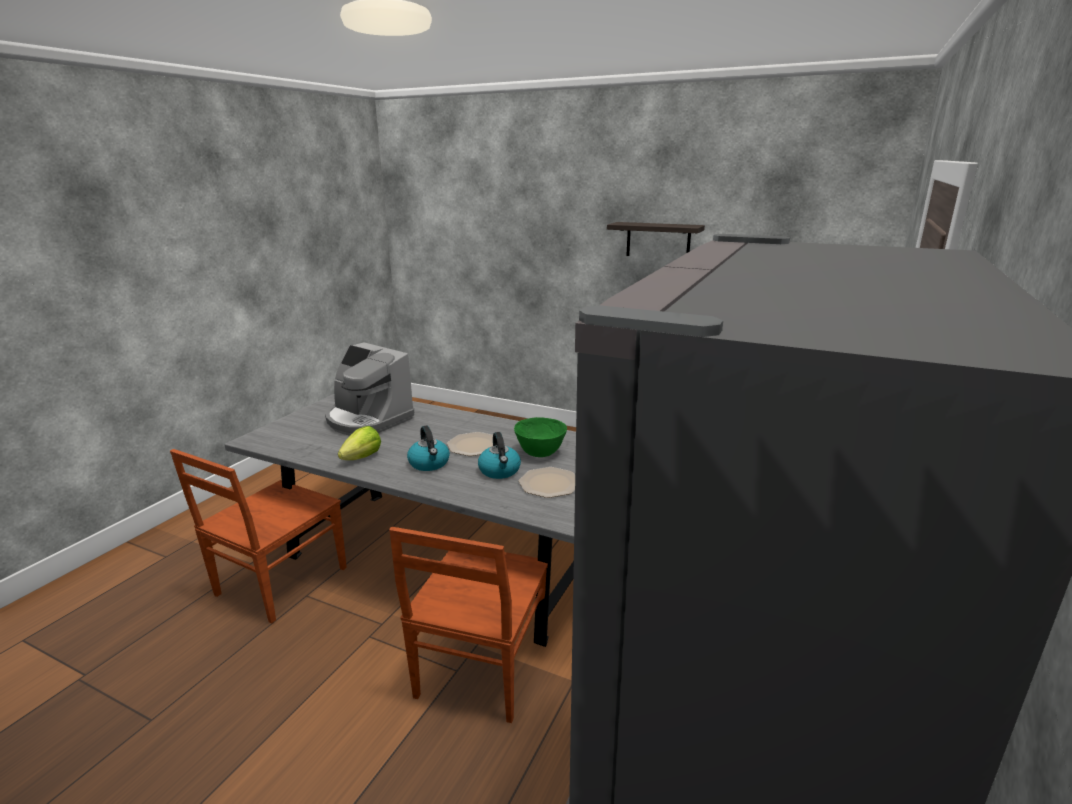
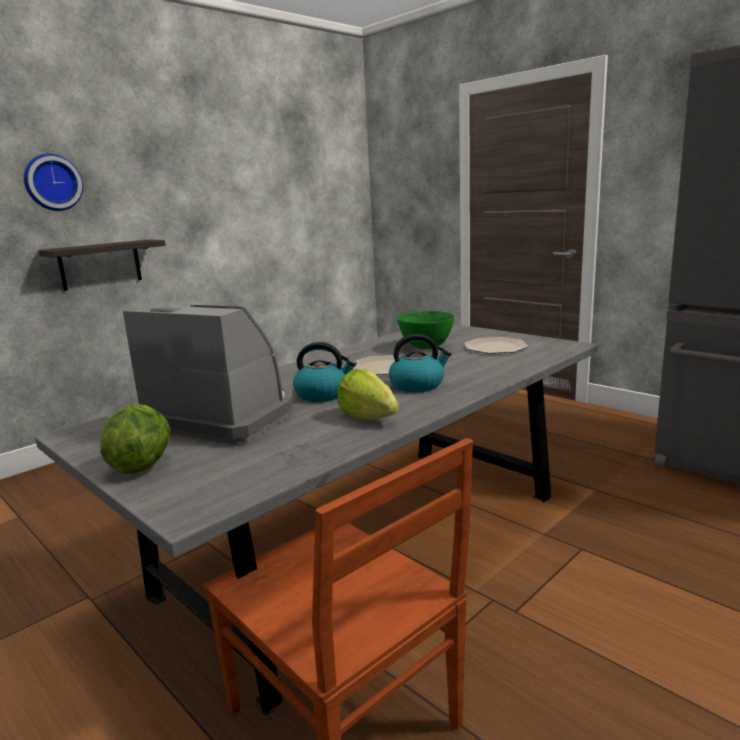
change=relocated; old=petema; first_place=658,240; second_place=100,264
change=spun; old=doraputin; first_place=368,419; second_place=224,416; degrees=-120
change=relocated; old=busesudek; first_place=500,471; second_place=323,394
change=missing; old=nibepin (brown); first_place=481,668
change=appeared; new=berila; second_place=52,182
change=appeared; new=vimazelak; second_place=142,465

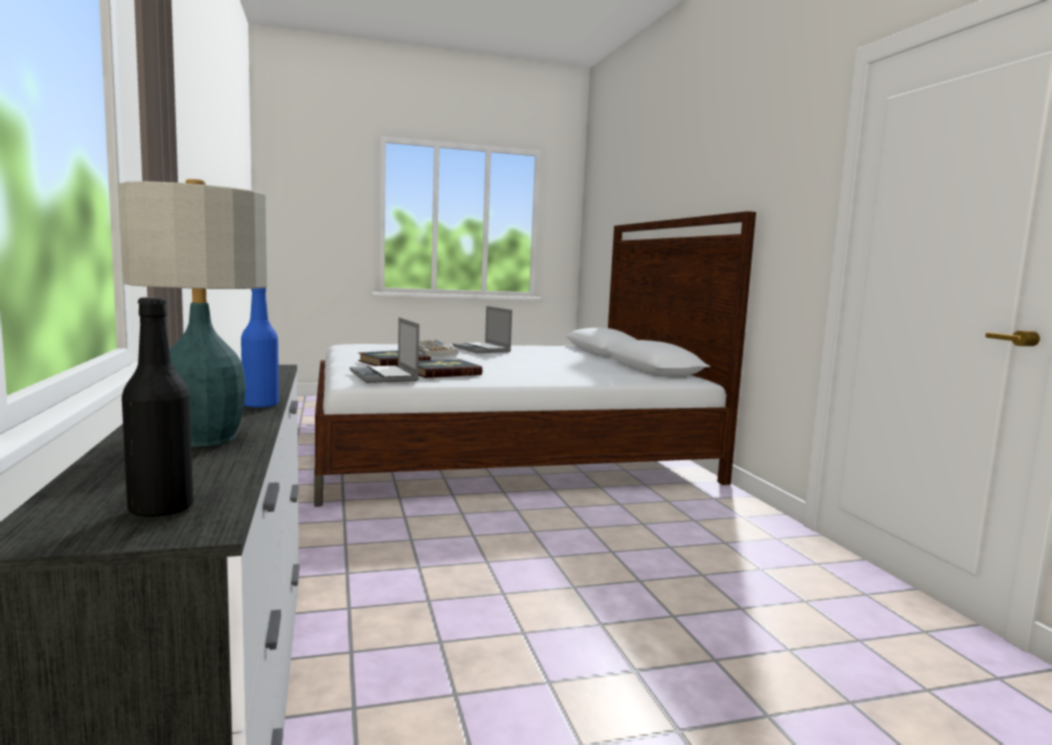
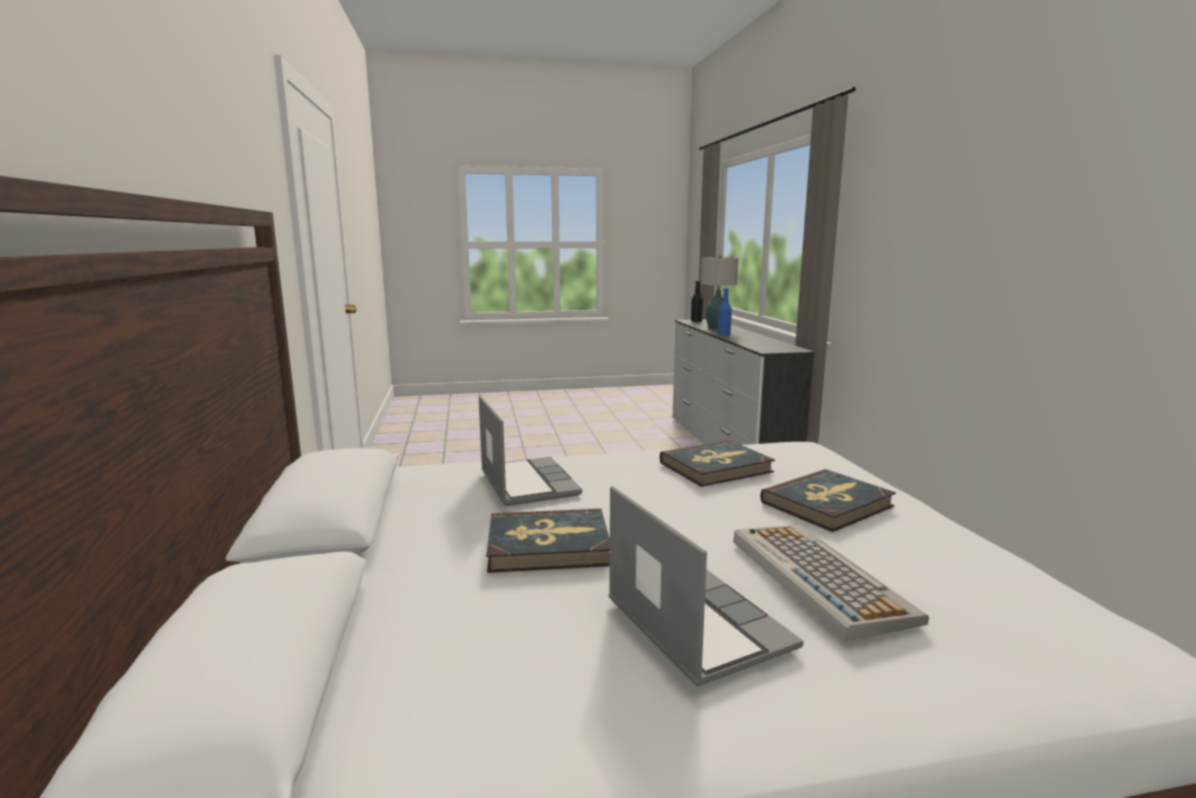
change=relocated; old=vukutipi; first_place=385,376; second_place=526,483
change=appeared; new=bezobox; second_place=548,546

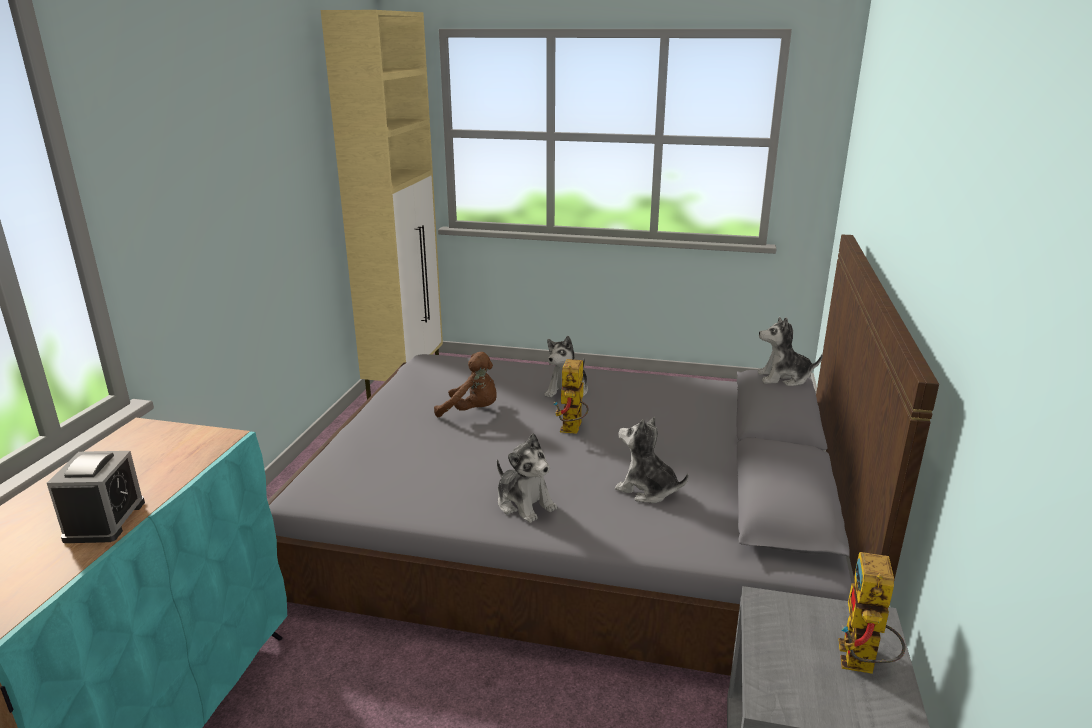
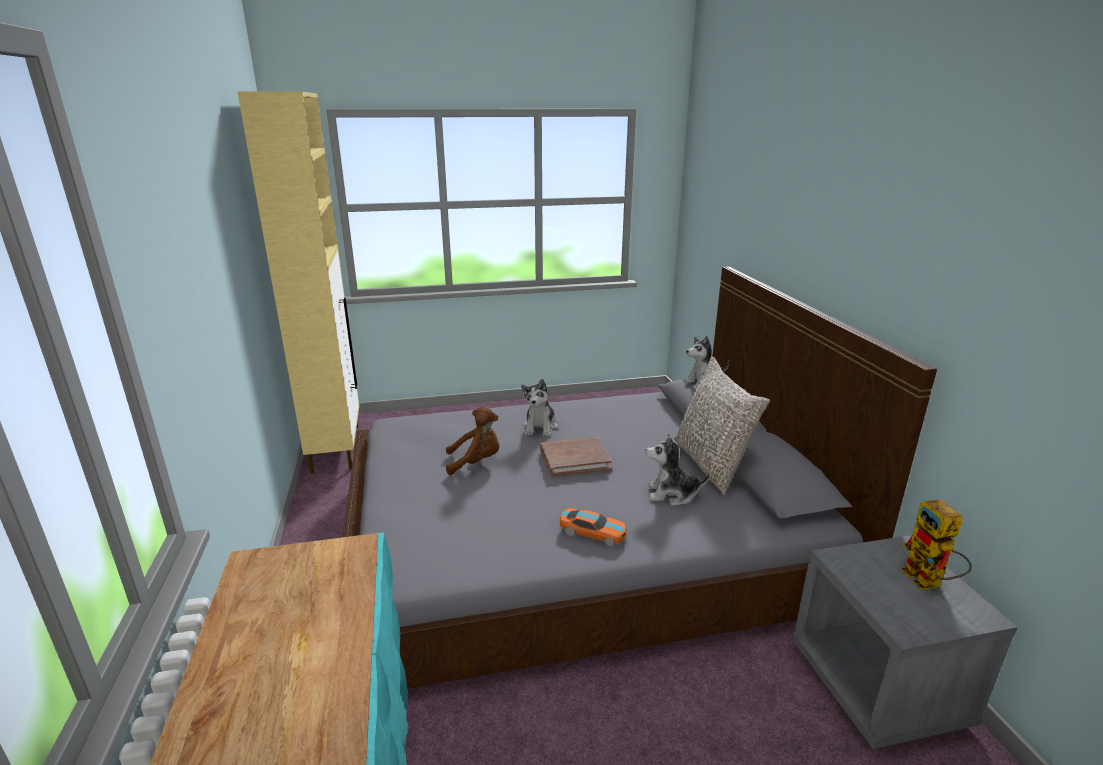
change=exchanged; old=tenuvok; new=bezobox (brown); first_place=572,430; second_place=574,459
change=exchanged; old=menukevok; new=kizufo; first_place=524,504; second_place=593,532
change=missing; old=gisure; first_place=105,520
change=appeared; new=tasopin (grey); second_place=711,464

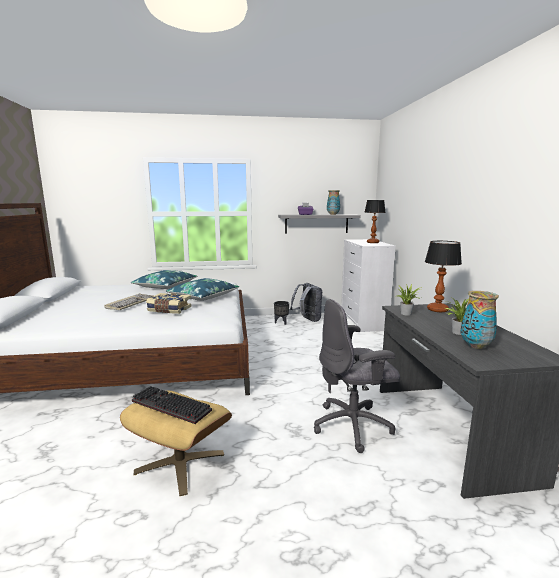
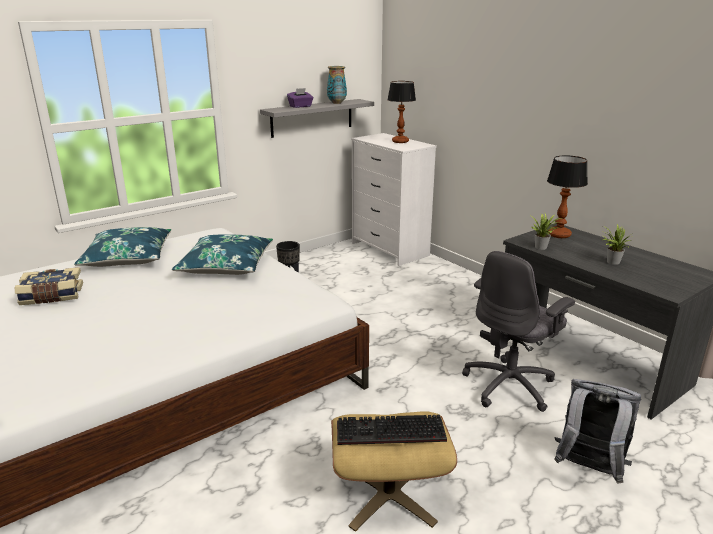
change=relocated; old=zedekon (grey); first_place=307,320; second_place=588,469
change=missing; old=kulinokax; first_place=475,346
change=relocated; old=bezobox; first_place=169,310; second_place=52,296
change=missing; old=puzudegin; first_place=131,303

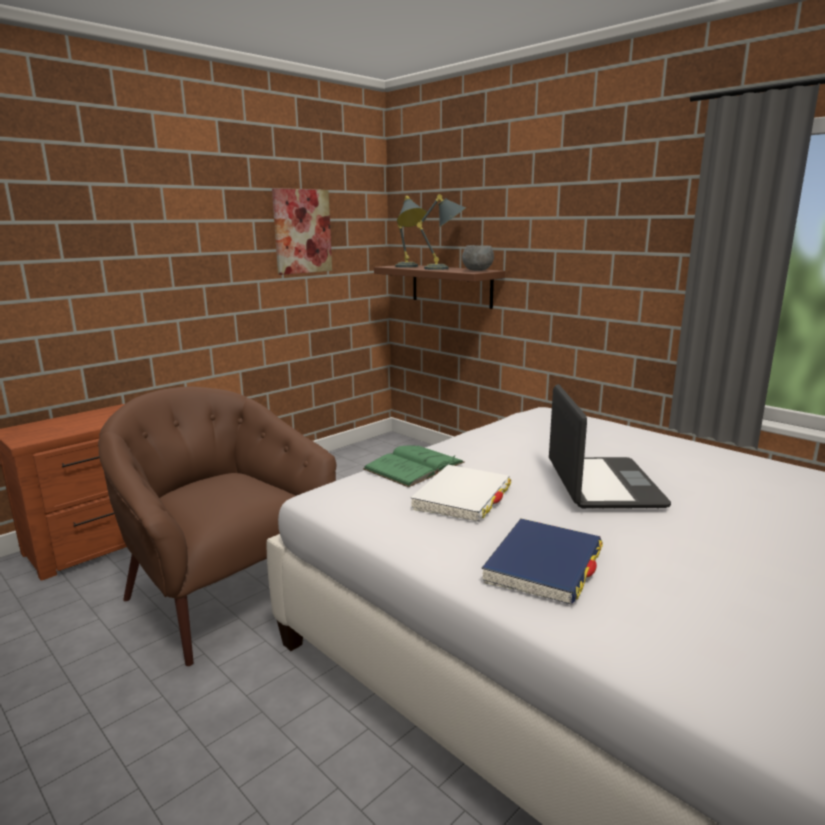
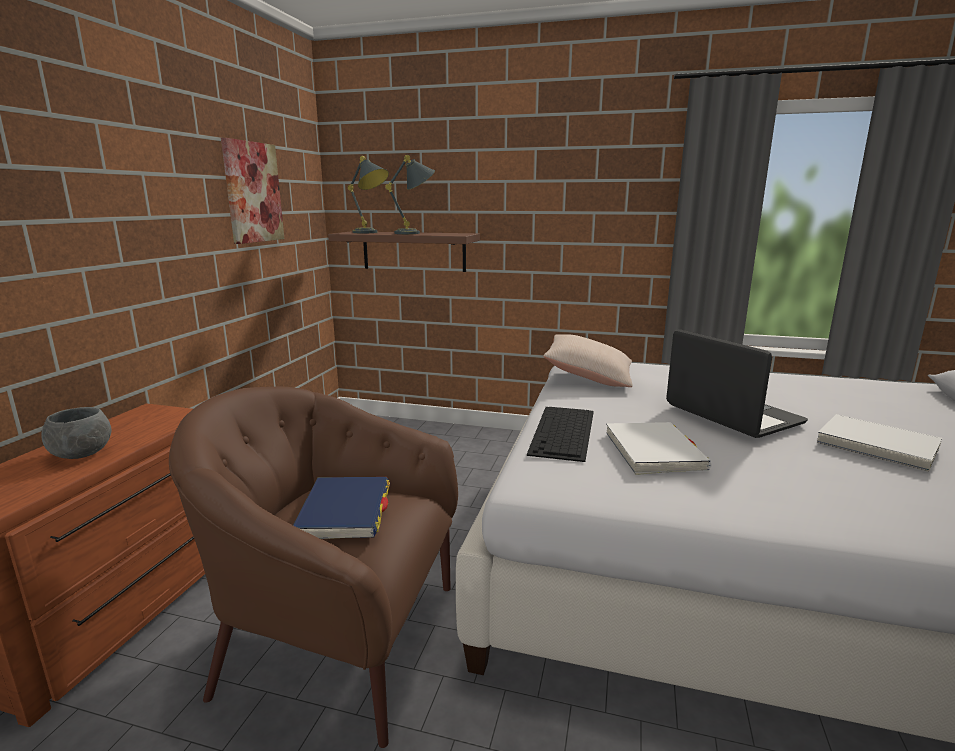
change=relocated; old=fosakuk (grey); first_place=477,270; second_place=81,454
change=exchanged; old=bezobox (green); new=puzudegin; first_place=414,466; second_place=563,432
change=relocated; old=bezobox (blue); first_place=544,565; second_place=345,512
change=appeared; new=tasopin (beige); second_place=589,376
change=appeared; new=bezobox (white); second_place=877,445

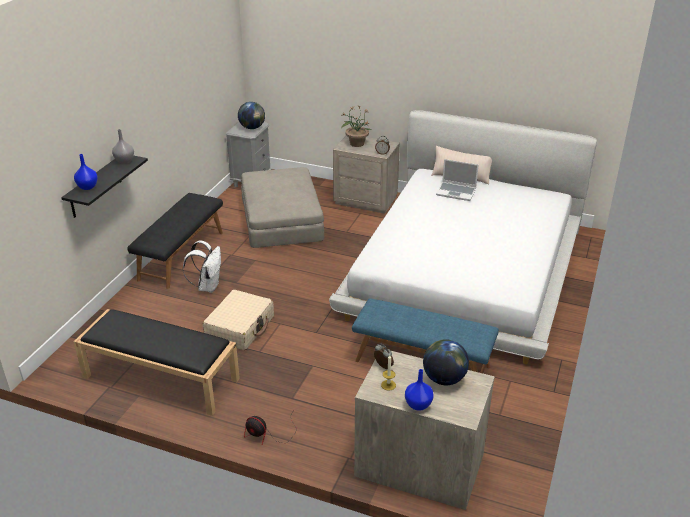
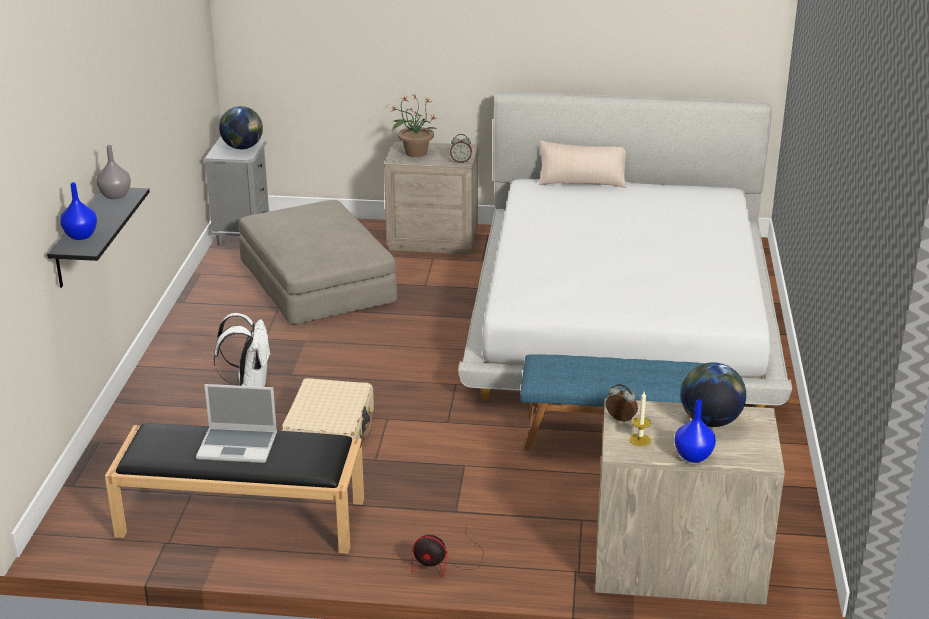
change=relocated; old=vukutipi; first_place=456,192; second_place=239,446
change=missing; old=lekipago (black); first_place=181,255

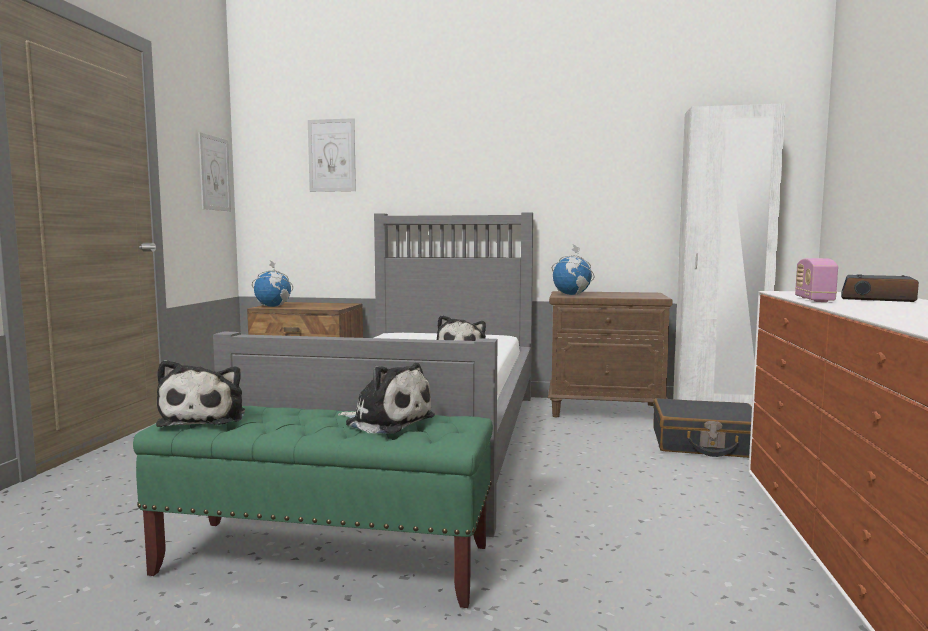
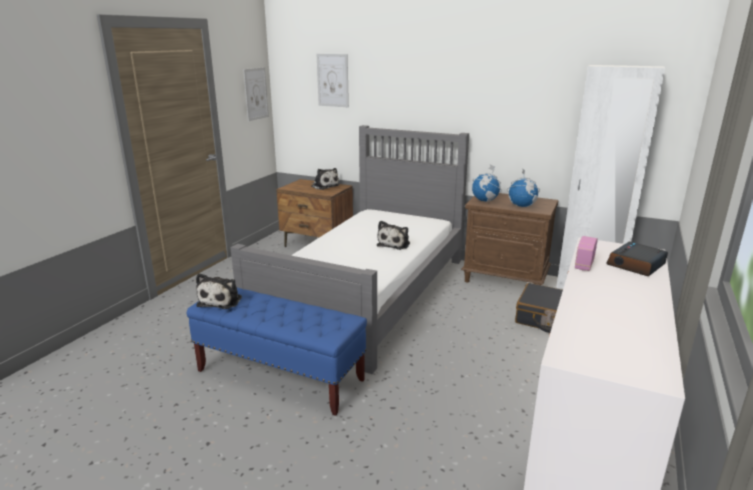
change=relocated; old=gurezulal; first_place=273,306; second_place=522,206
change=relocated; old=menukevok; first_place=386,421; second_place=324,186
change=colour; old=lekipago (green); new=lekipago (blue); first_place=325,561; second_place=280,376

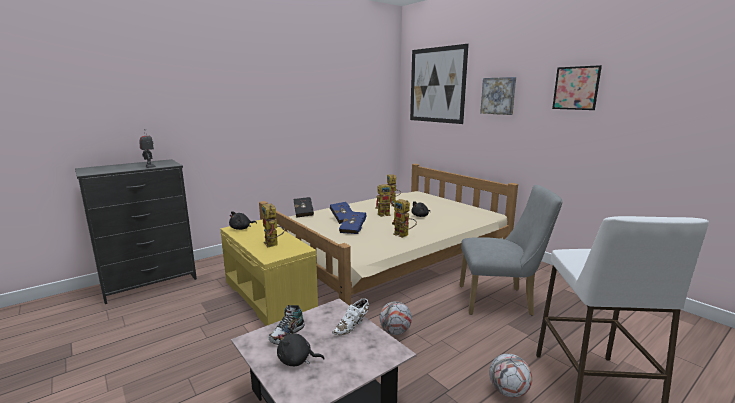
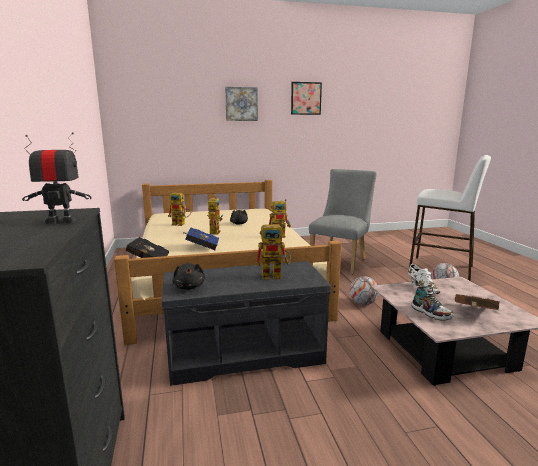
change=missing; old=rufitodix; first_place=437,85
change=missing; old=bezobox (blue); first_place=354,229
change=colour; old=lekipago (yellow); new=lekipago (grey); first_place=270,295; second_place=246,353
change=exchanged; old=menukevok (black); new=bezobox (brown); first_place=297,360; second_place=473,314

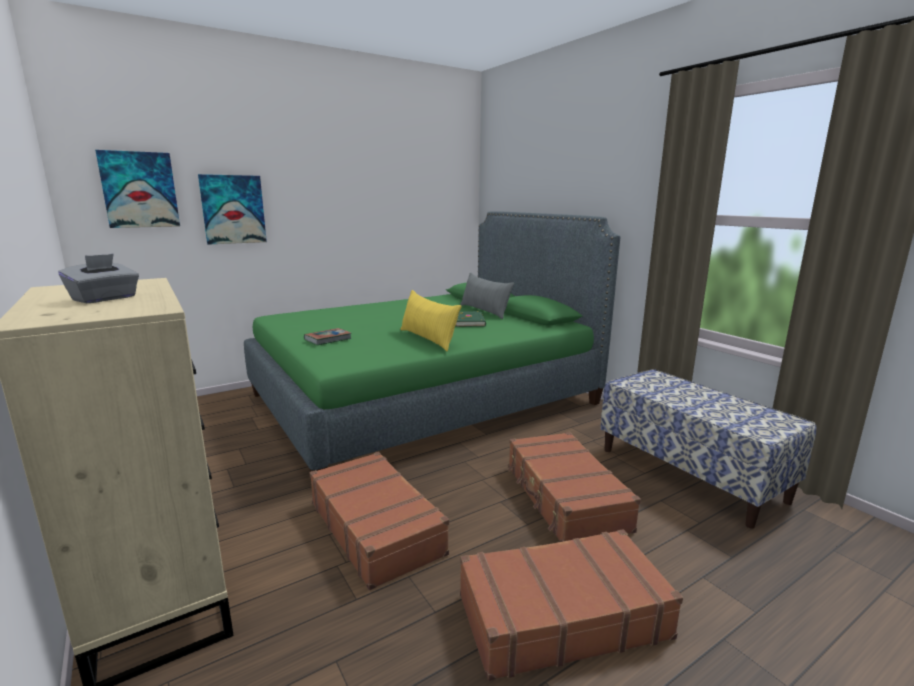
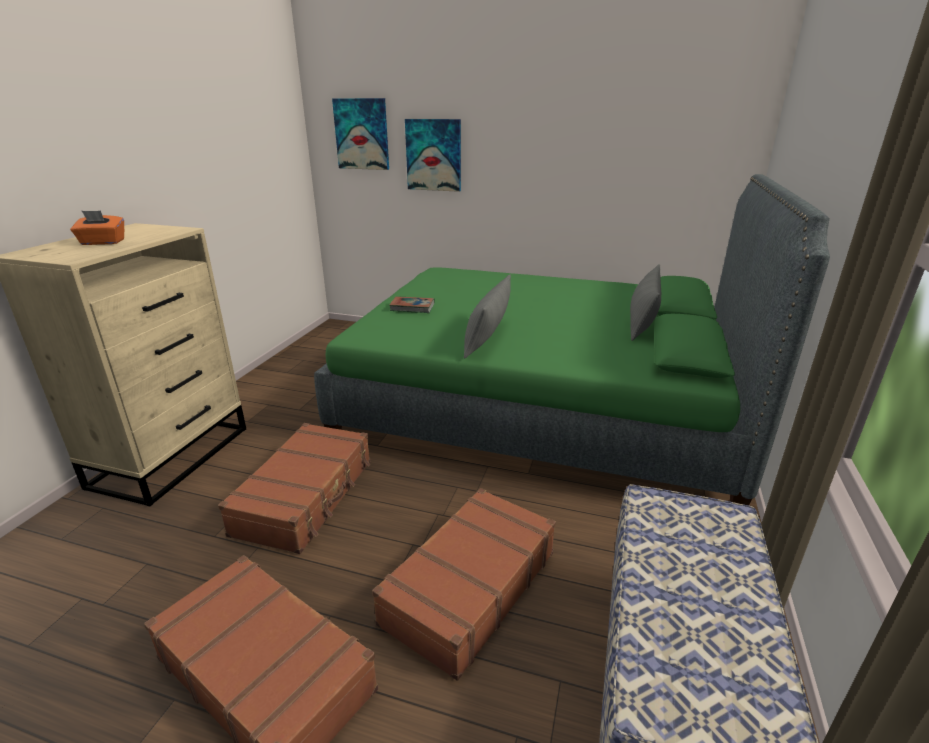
change=colour; old=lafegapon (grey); new=lafegapon (orange); first_place=105,299; second_place=102,242
change=colour; old=tasopin (yellow); new=tasopin (grey); first_place=428,339; second_place=487,337
change=missing; old=bezobox (green); first_place=469,321

